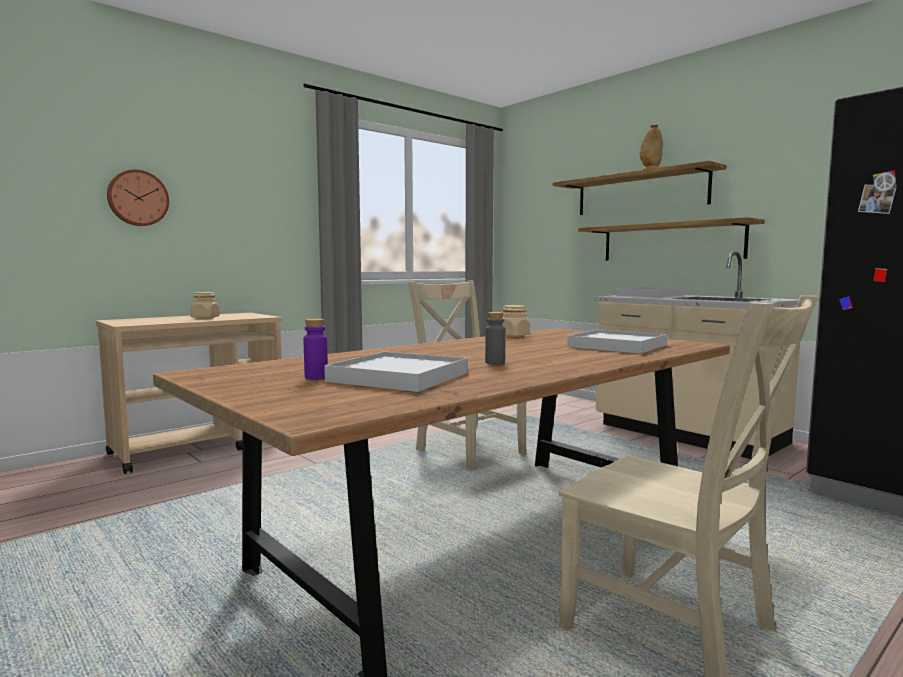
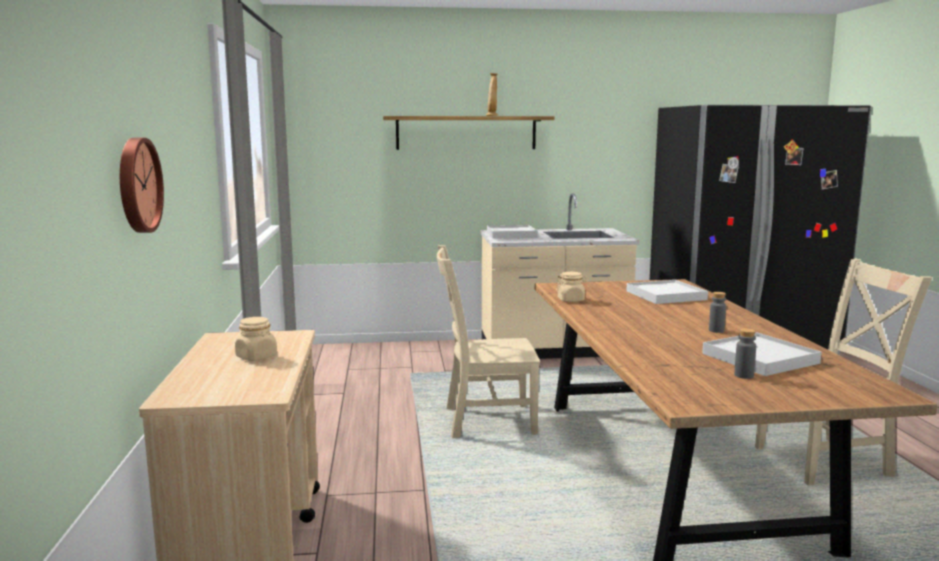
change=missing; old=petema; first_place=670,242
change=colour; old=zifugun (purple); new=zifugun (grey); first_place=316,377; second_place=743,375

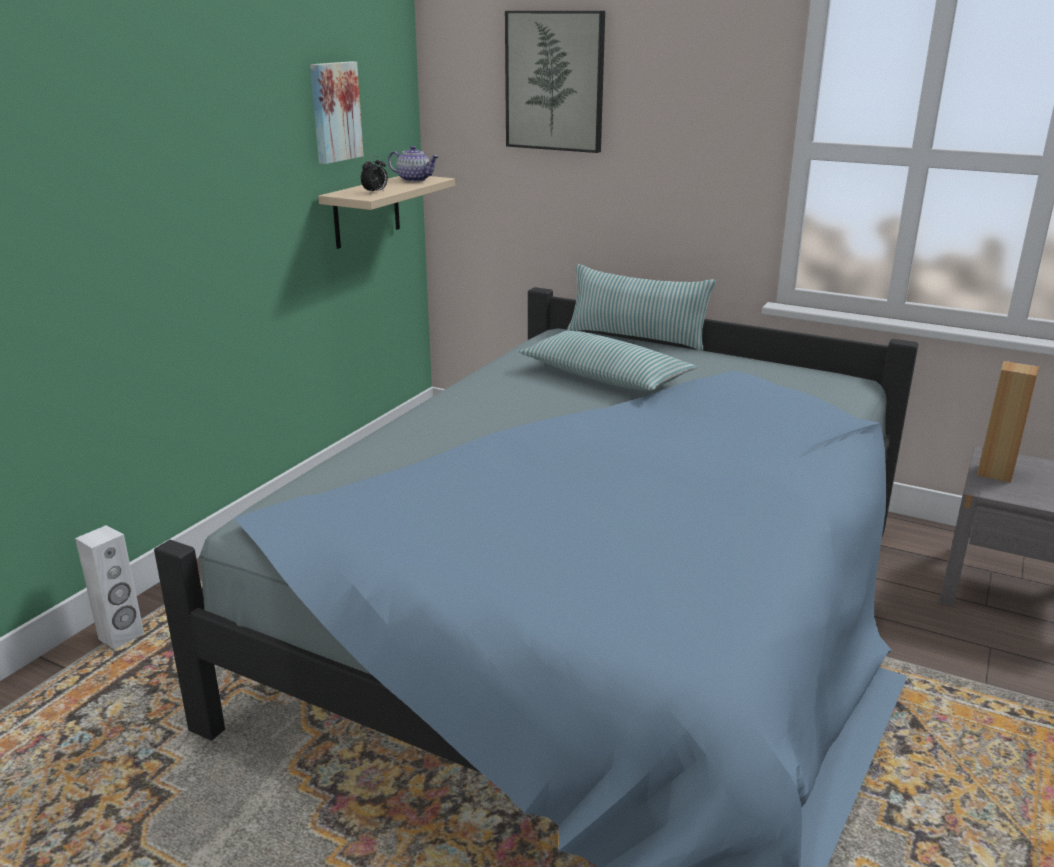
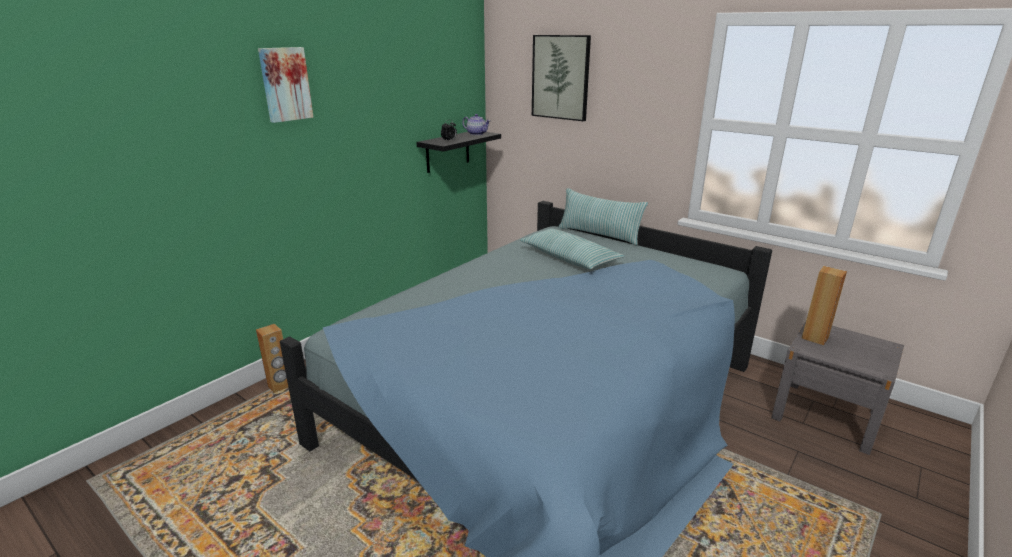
change=relocated; old=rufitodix; first_place=334,112; second_place=285,84
change=colour; old=petema (beige); new=petema (black); first_place=366,211; second_place=447,151
change=colour; old=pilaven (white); new=pilaven (brown); first_place=121,637; second_place=280,386

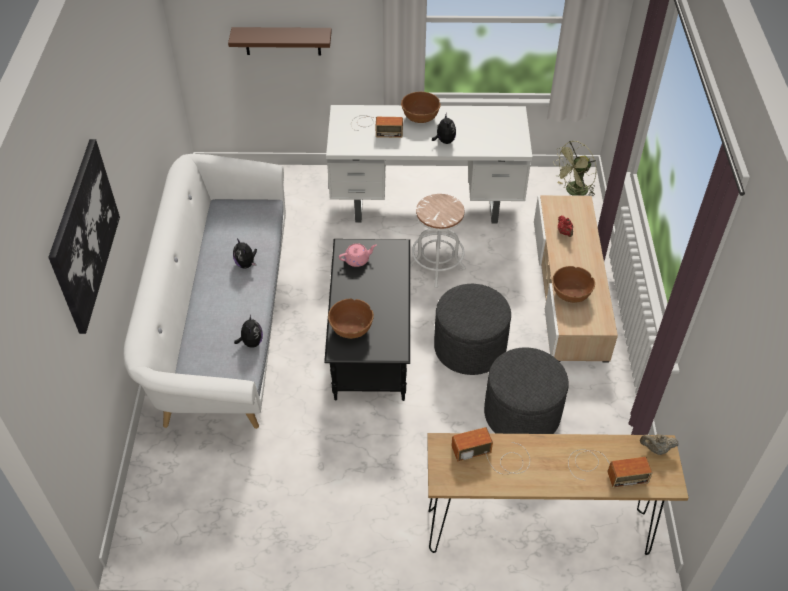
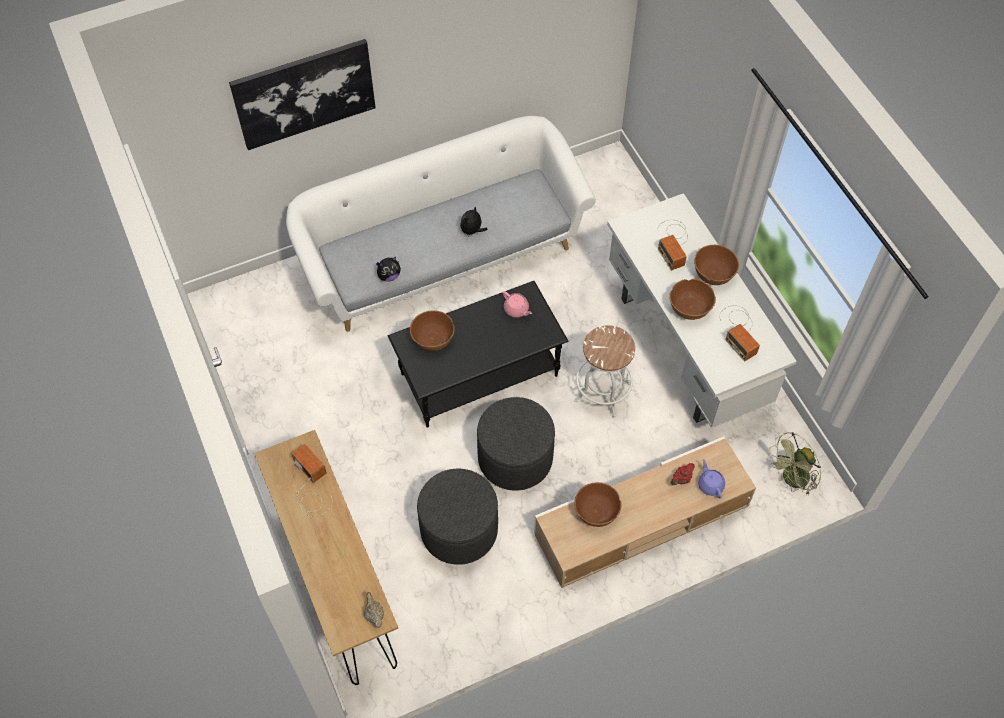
change=missing; old=petema (brown); first_place=282,41
change=exchanged; old=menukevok; new=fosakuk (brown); first_place=444,141; second_place=689,308
change=spun; old=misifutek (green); first_place=573,192; second_place=791,480; degrees=-60
change=relocated; old=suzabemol; first_place=604,469; second_place=739,330
change=appeared; new=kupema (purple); second_place=710,484

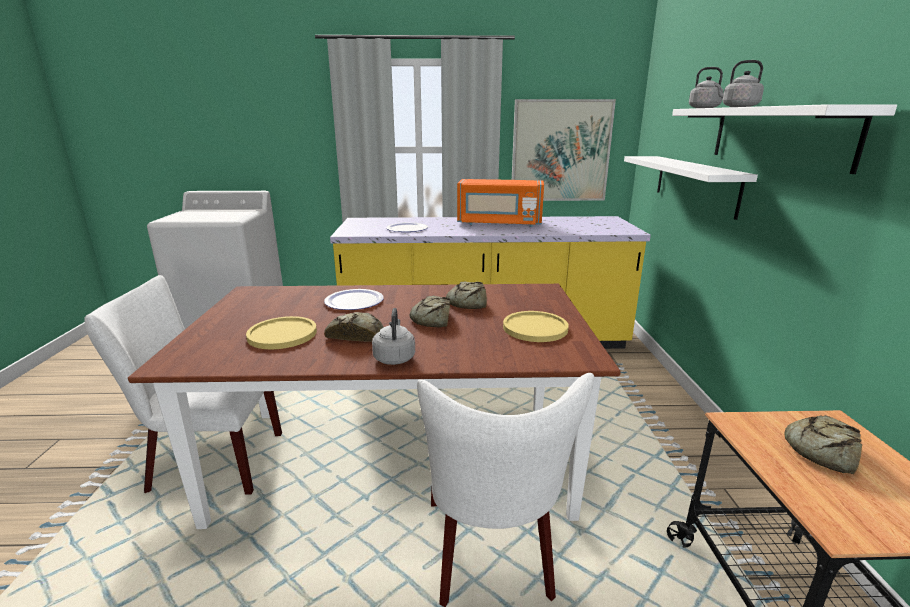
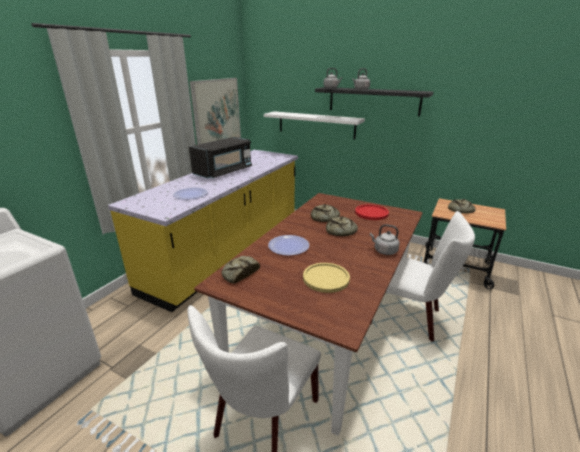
change=colour; old=petema (white); new=petema (black); first_place=777,135; second_place=373,101
change=colour; old=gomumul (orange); new=gomumul (black); first_place=499,223; second_place=224,172
change=colour; old=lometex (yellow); new=lometex (red); first_place=535,328; second_place=371,213
change=relocated; old=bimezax; first_place=356,334; second_place=239,273

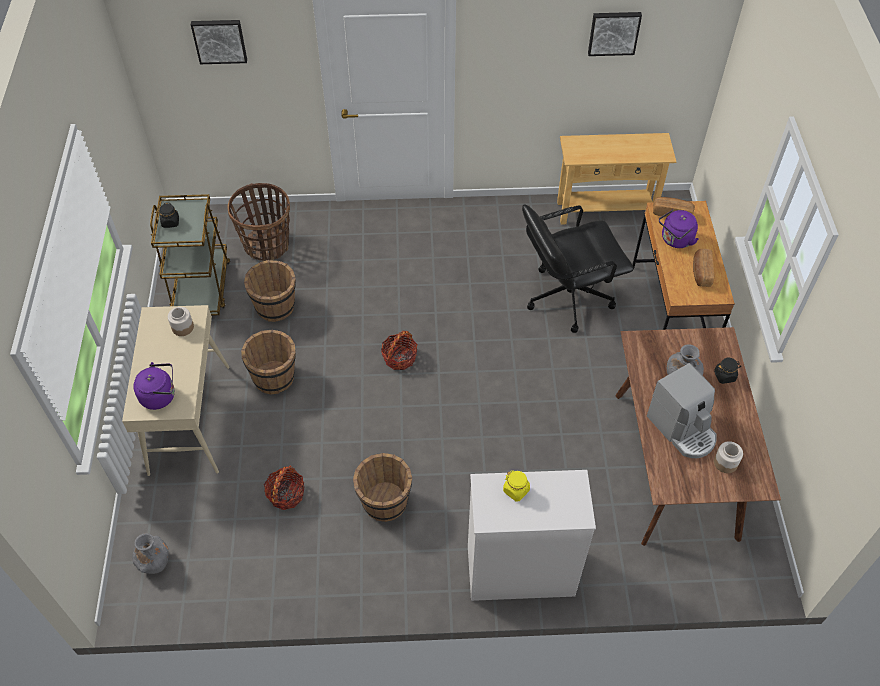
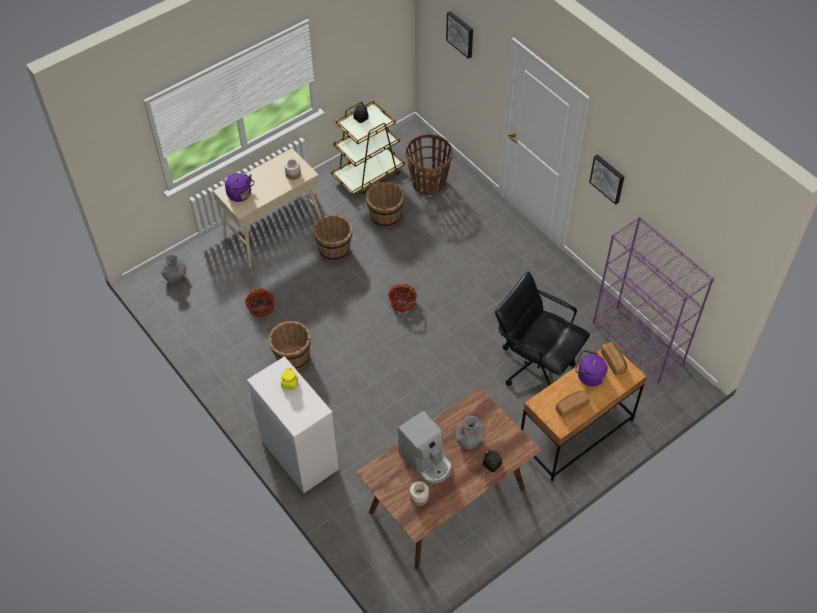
change=relocated; old=rufitodix; first_place=613,32; second_place=608,178
change=exchanged; old=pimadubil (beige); new=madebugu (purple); first_place=605,211; second_place=638,344
change=spun; old=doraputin; first_place=682,429; second_place=426,460; degrees=-60

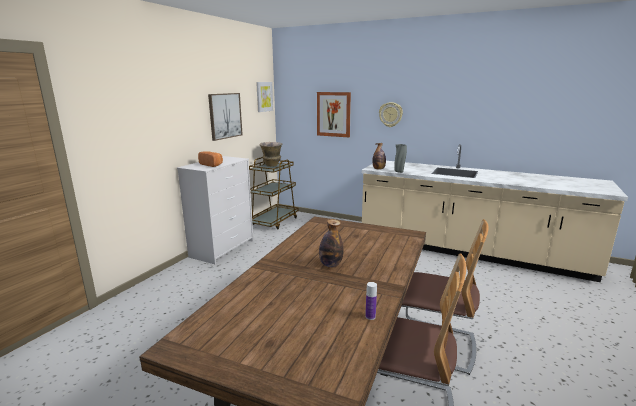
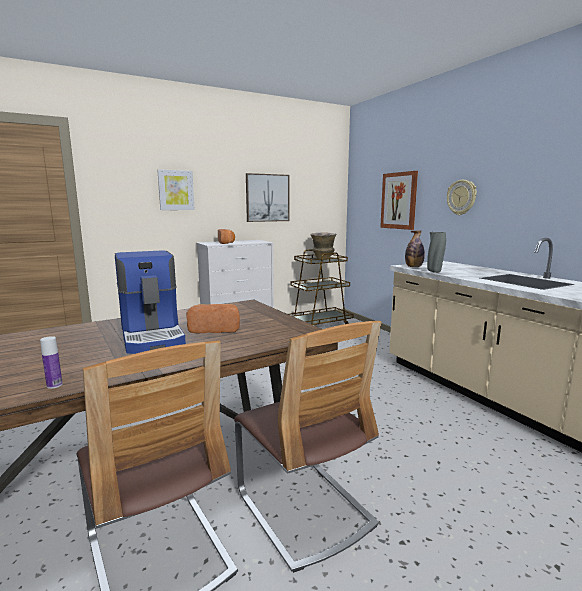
change=relocated; old=rufitodix; first_place=264,96; second_place=176,190
change=exchanged; old=zifugun; new=doraputin; first_place=330,265; second_place=153,336
change=appeared; new=bimezax; second_place=215,329

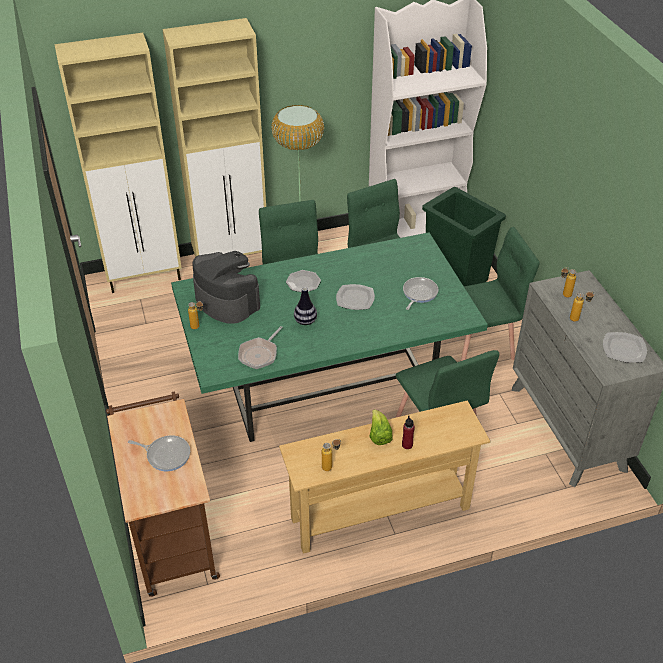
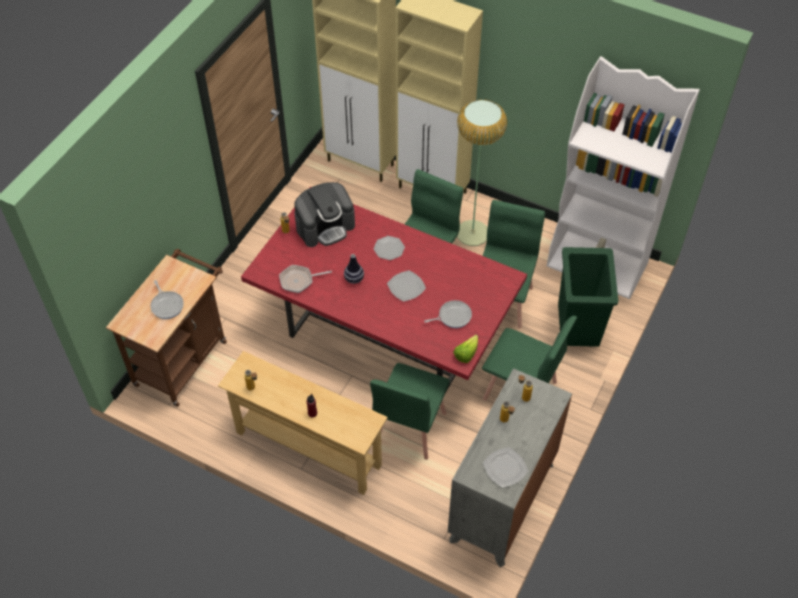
change=colour; old=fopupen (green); new=fopupen (red); first_place=325,380; second_place=384,332
change=spun; old=doraputin; first_place=227,301; second_place=325,226; degrees=60
change=relocated; old=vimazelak; first_place=379,435; second_place=466,354

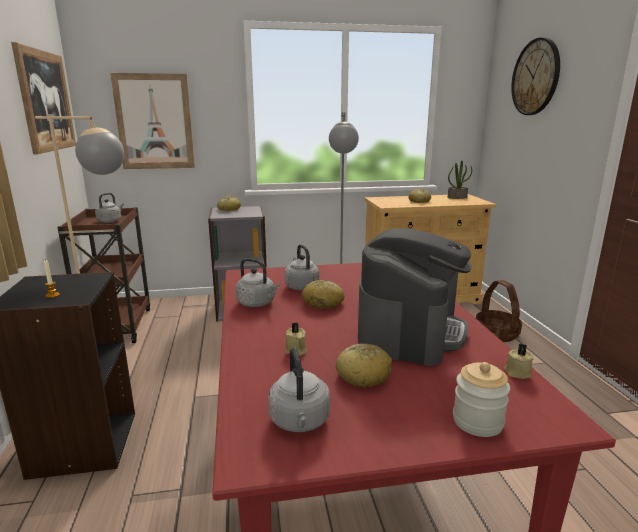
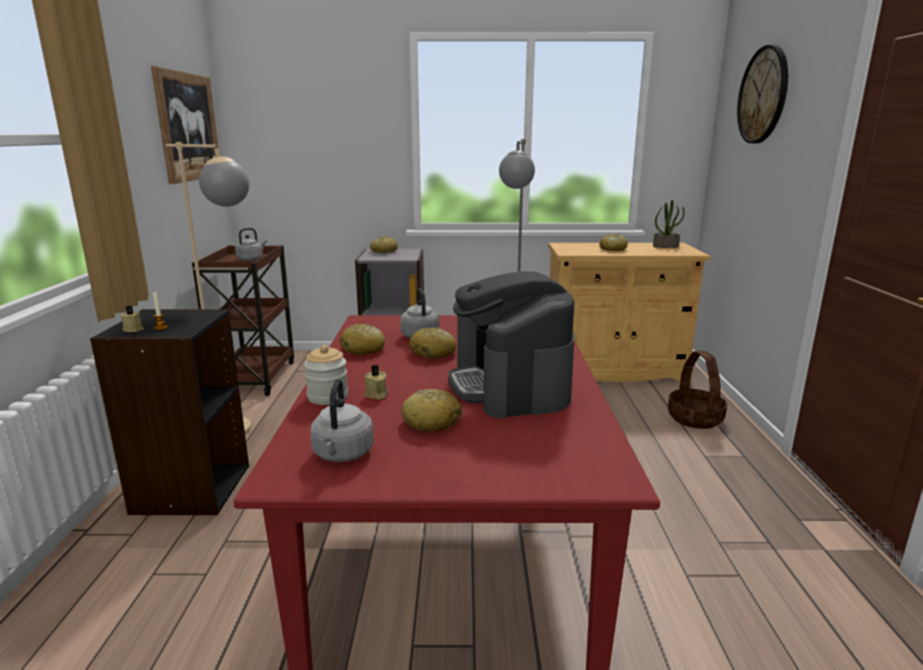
change=missing; old=rufitodix; first_place=154,122
change=spun; old=doraputin; first_place=410,330; second_place=510,385; degrees=135
change=exchanged; old=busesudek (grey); new=bimezax; first_place=257,303; second_place=363,349
change=relocated; old=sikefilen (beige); first_place=517,372; second_place=133,329
change=relocated; old=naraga; first_place=477,421; second_place=328,397

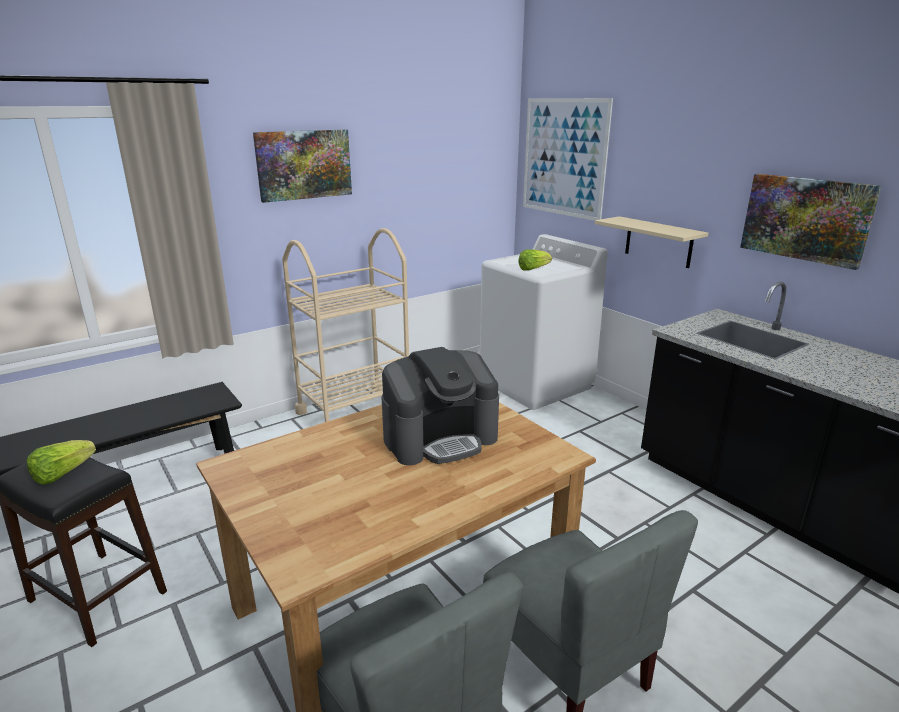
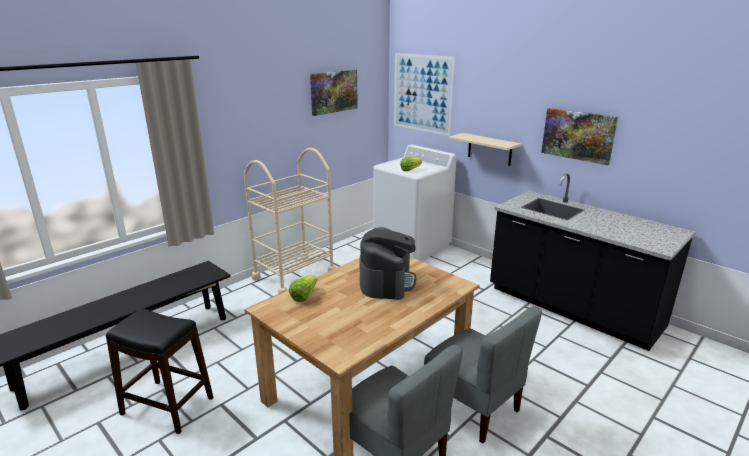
change=relocated; old=rufitodix; first_place=304,164; second_place=333,91
change=spun; old=doraputin; first_place=440,438; second_place=387,281; degrees=-45
change=relocated; old=vimazelak; first_place=62,474; second_place=304,296

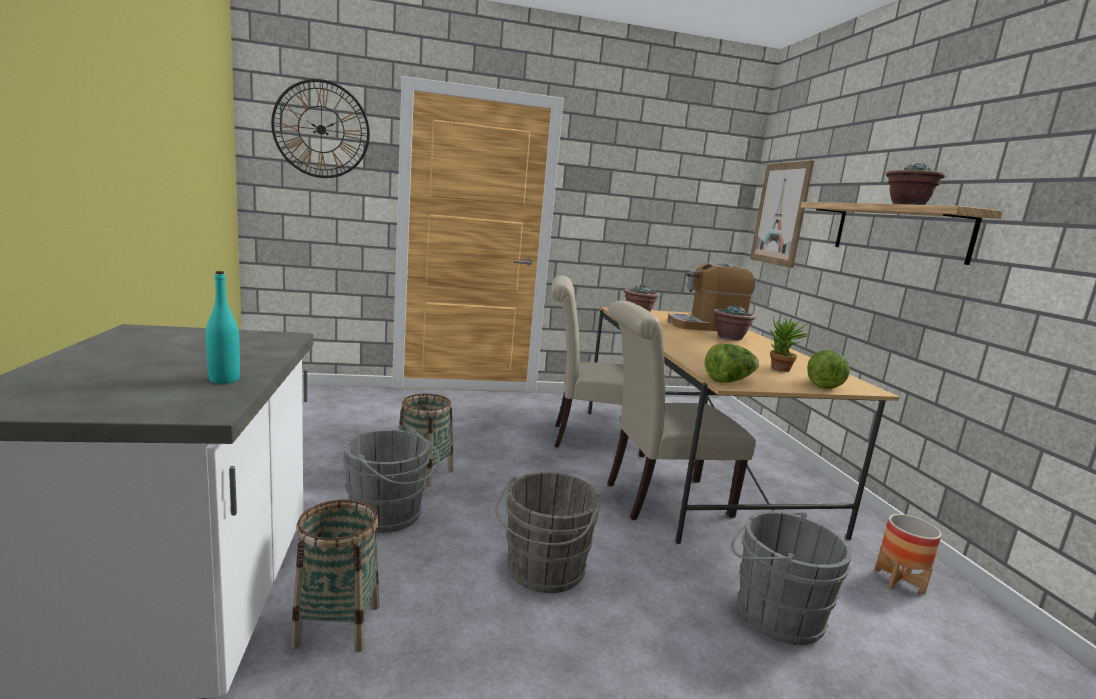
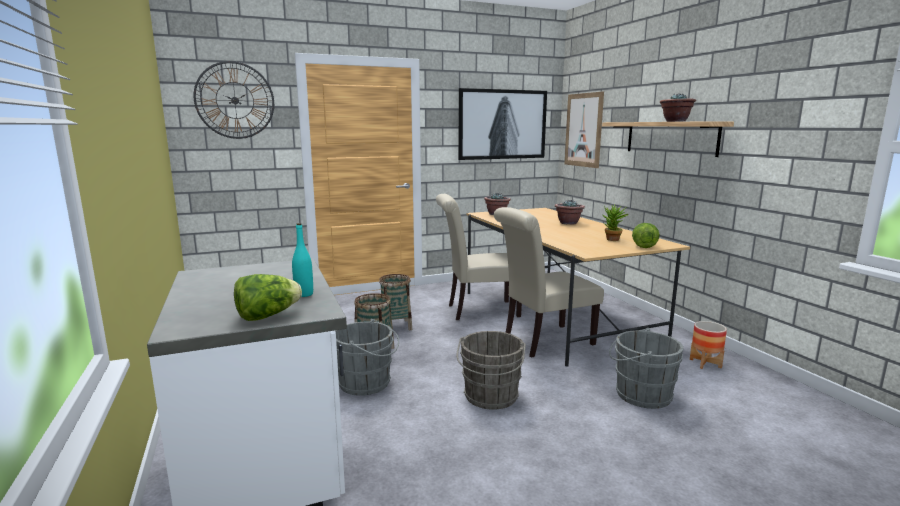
change=missing; old=doraputin; first_place=706,326
change=relocated; old=vimazelak; first_place=728,381; second_place=267,316
change=relocated; old=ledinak; first_place=337,625; second_place=396,326
change=appeared; new=rufitodix; second_place=502,124

